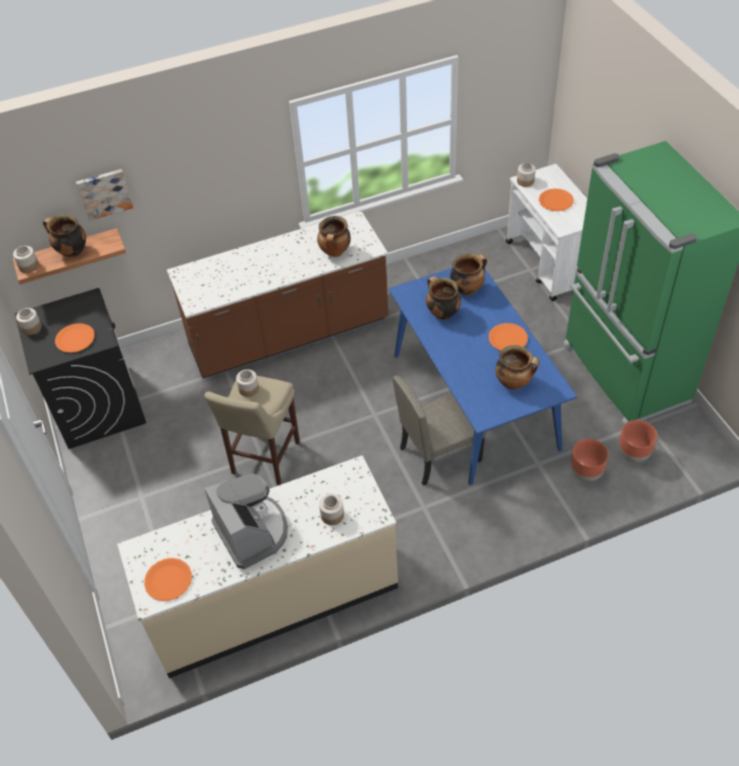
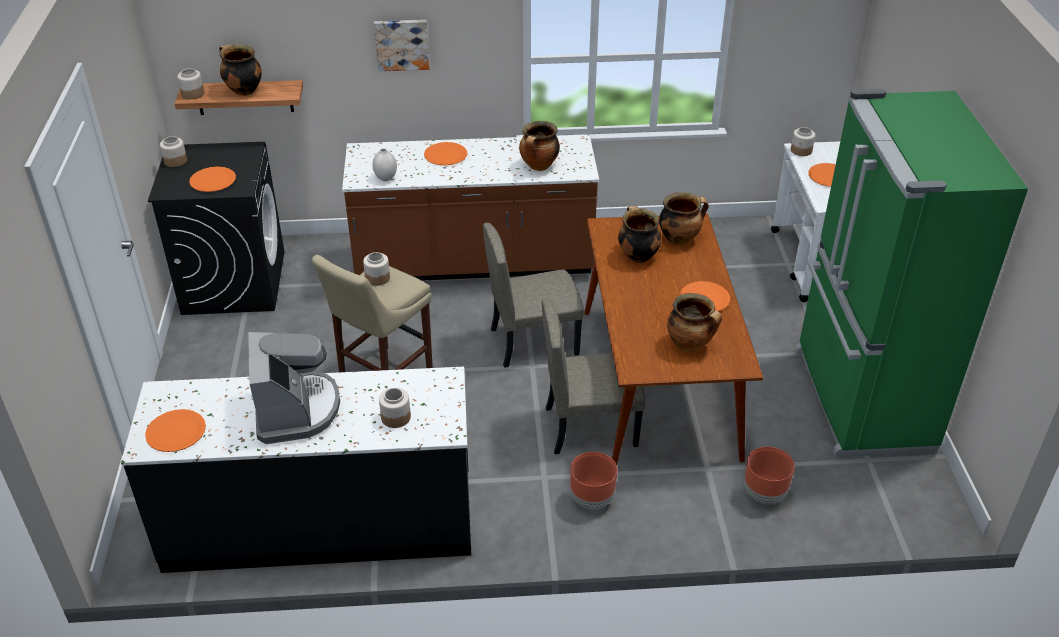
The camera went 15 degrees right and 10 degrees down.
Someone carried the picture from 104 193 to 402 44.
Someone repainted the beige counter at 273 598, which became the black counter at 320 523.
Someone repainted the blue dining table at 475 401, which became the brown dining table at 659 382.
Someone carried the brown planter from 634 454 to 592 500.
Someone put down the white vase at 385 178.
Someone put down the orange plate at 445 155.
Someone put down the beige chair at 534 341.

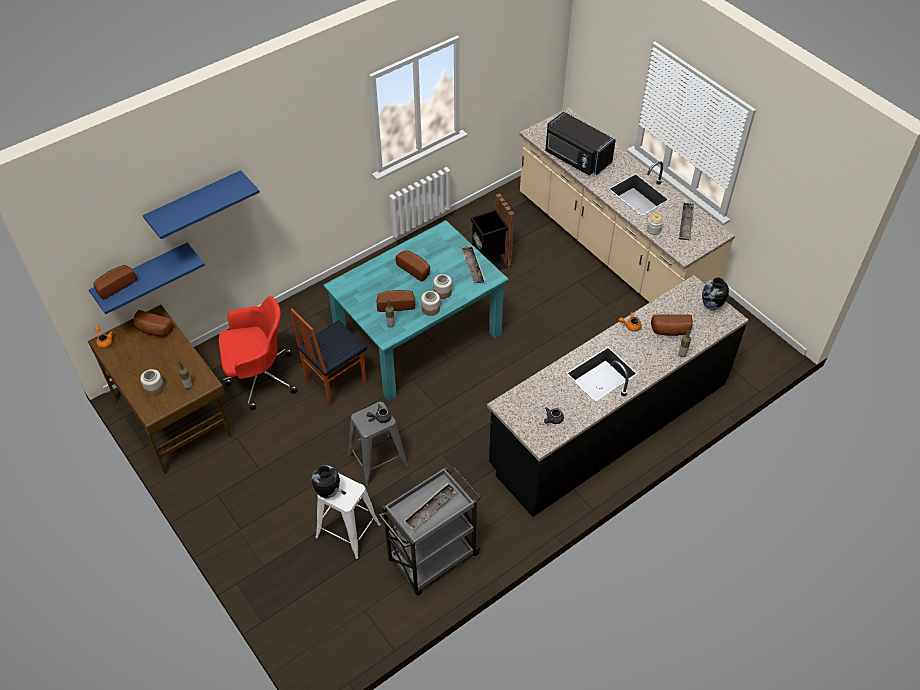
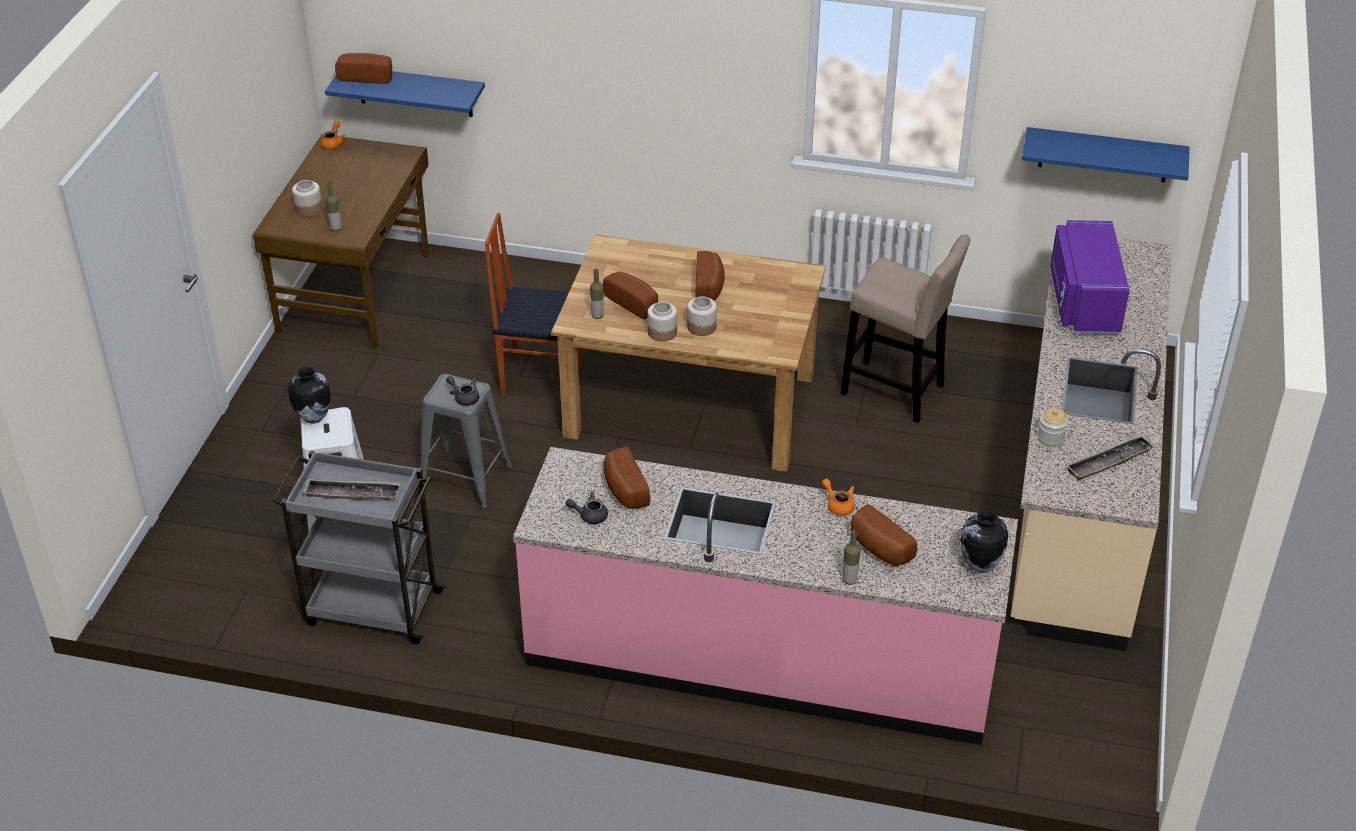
The camera went 50 degrees right and 10 degrees down.
Someone carried the bread from 153 330 to 623 490.
Someone carried the blue shelf from 195 203 to 1104 155.
Someone took away the red office chair at 259 377.
Someone repainted the turquoise dining table at 418 338, which became the brown dining table at 689 405.
Someone took away the tray at 473 266.
Someone swapped the black trash can at 490 261 for the beige stool at 897 393.
Someone repainted the black counter at 609 424, which became the pink counter at 761 657.
Someone repainted the black microwave at 576 158, which became the purple microwave at 1082 300.

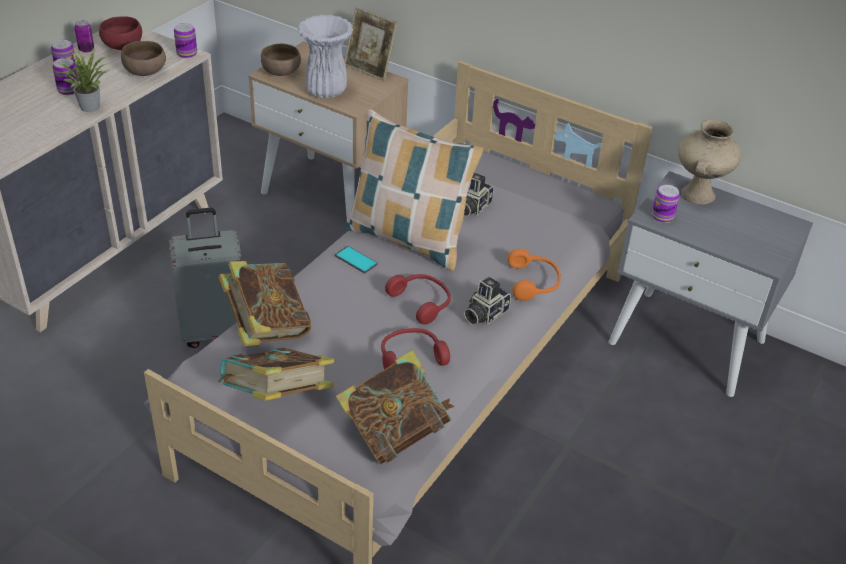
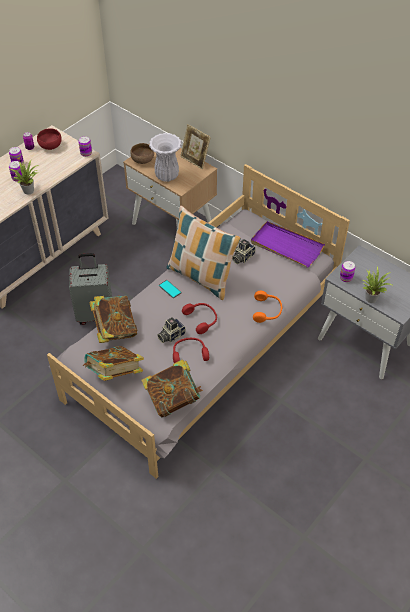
The camera went 10 degrees right and 10 degrees up.
Someone took away the brown bowl at 146 72.
Someone carried the photo camera from 484 314 to 170 335.
Someone took away the beige vase at 698 195.
Someone put down the purple tray at 286 246.
Someone put down the potted plant at 371 297.

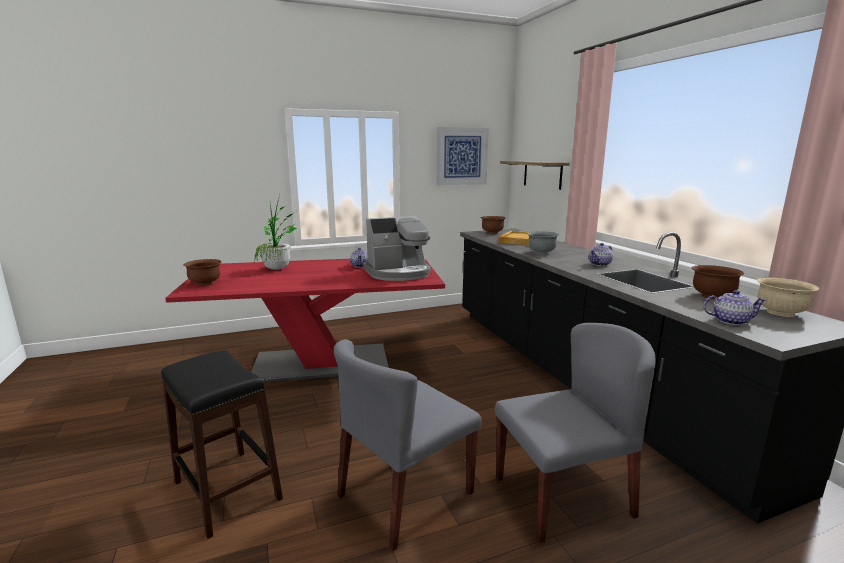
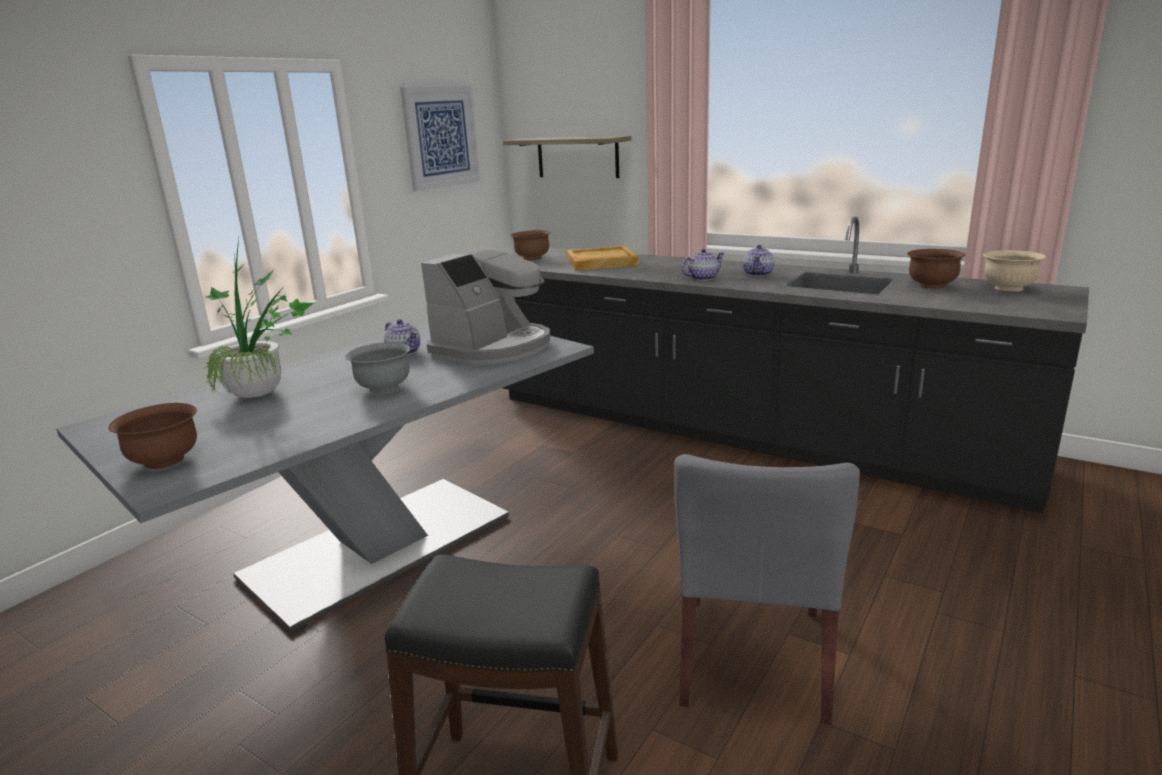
The camera went 35 degrees left and 5 degrees up.
Someone repainted the red dining table at 321 363, which became the grey dining table at 379 547.
Someone took away the grey chair at 563 495.
Someone carried the grey bowl from 541 253 to 383 388.
Someone carried the teapot from 730 321 to 702 278.

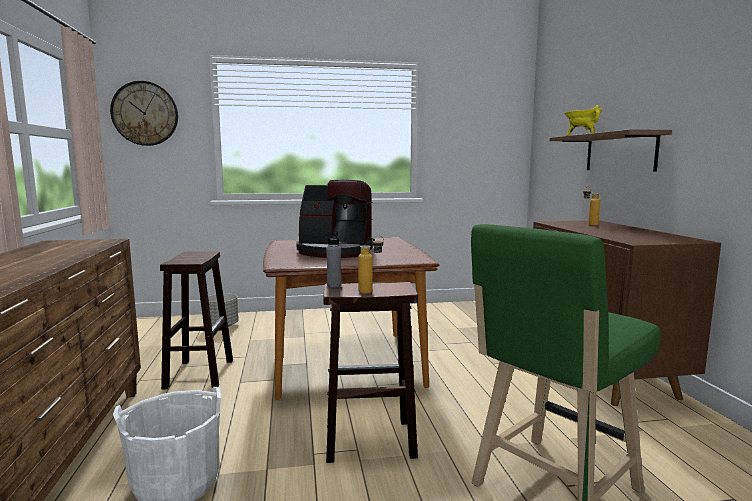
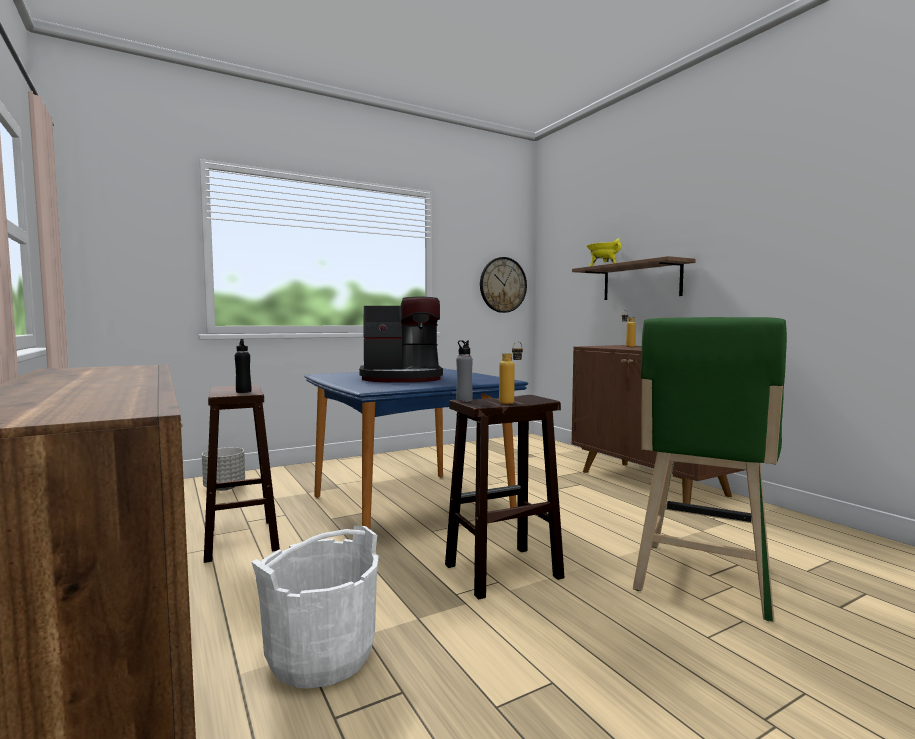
The camera went 20 degrees left and 5 degrees down.
Someone carried the wall clock from 145 113 to 503 285.
Someone repainted the brown dining table at 345 362, which became the blue dining table at 410 506.
Someone put down the black bottle at 243 392.

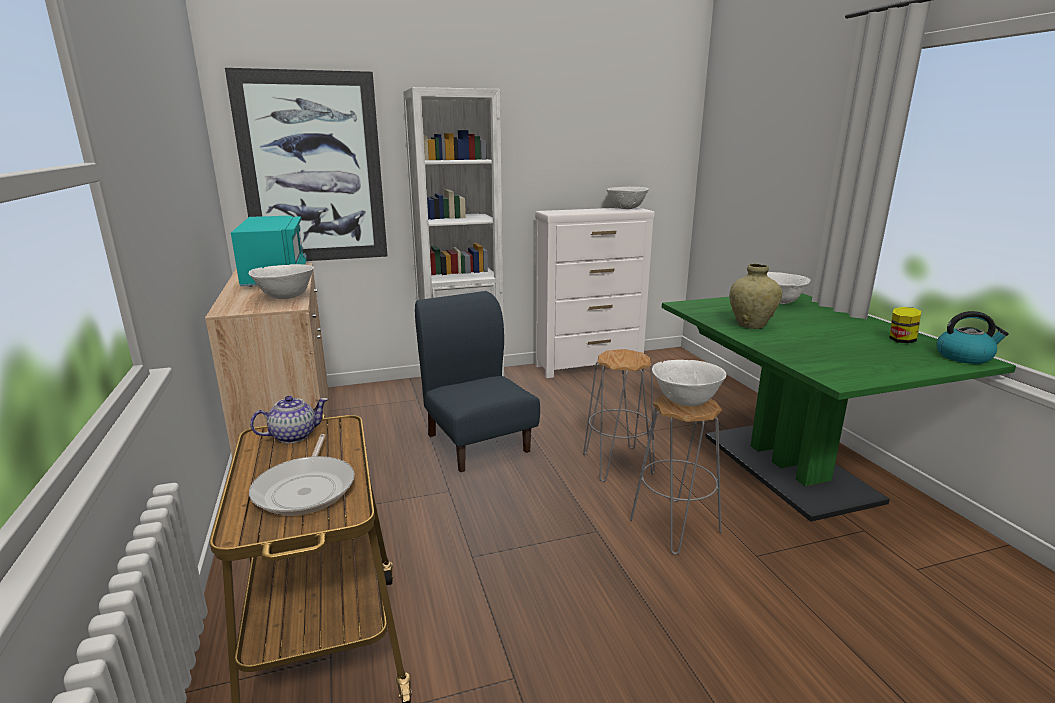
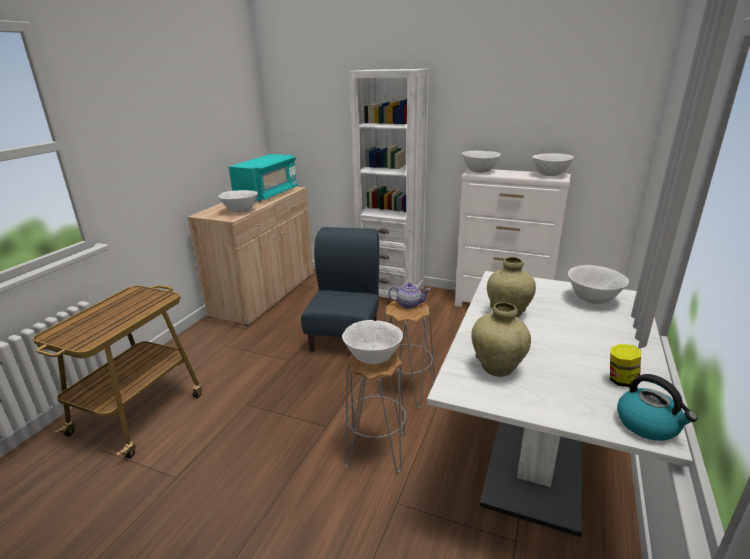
The camera went 40 degrees right and 5 degrees up.
Someone took away the picture at 312 169.
Someone took away the frying pan at 307 488.
Someone carried the teapot from 294 436 to 409 304.
Someone repainted the green dining table at 788 467, which became the white dining table at 536 457.
Someone put down the white bowl at 479 172.
Someone put down the beige vase at 497 368.

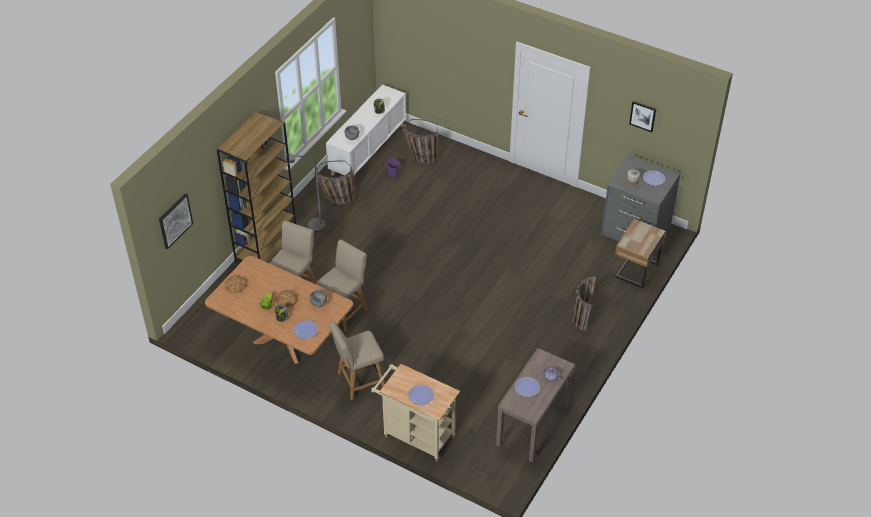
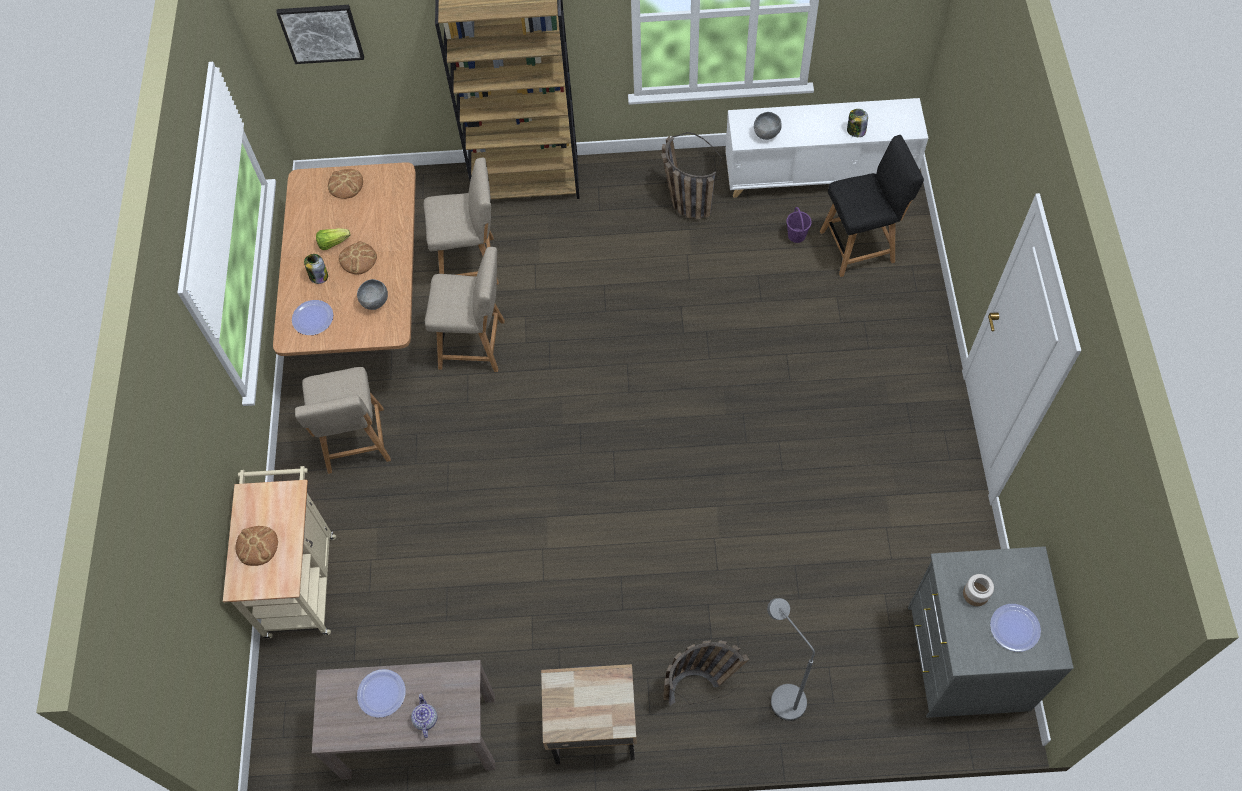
The camera went 60 degrees right and 15 degrees up.
Someone carried the grey floor lamp from 311 226 to 781 694.
Someone rotated the beige chair at 359 381 by 135 degrees counterclockwise.
Someone swapped the basket at 419 157 for the black chair at 861 245.
Someone swapped the plate at 421 395 for the bread at 257 546.
Someone carried the beige nightstand from 635 271 to 593 728.
Someone took away the picture at 643 116.

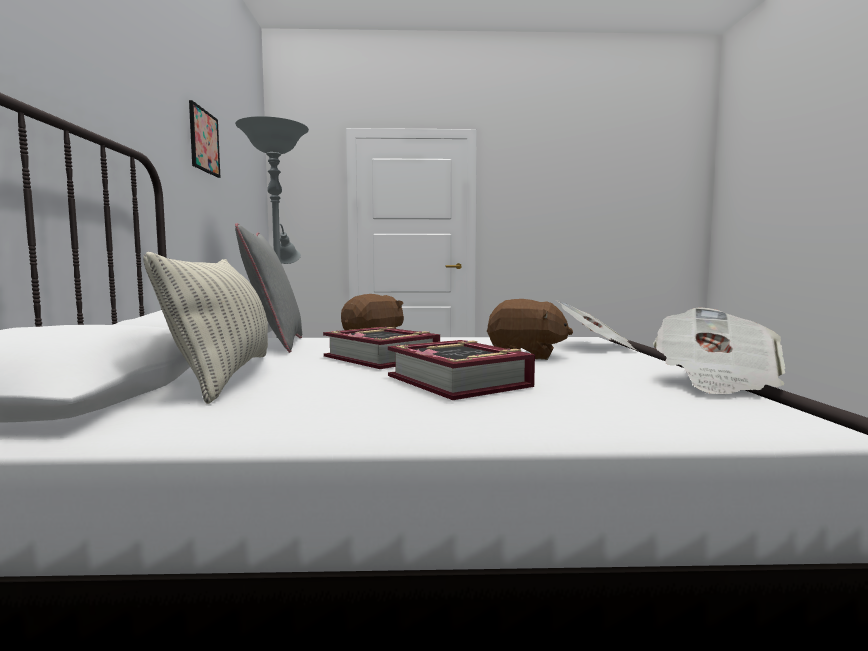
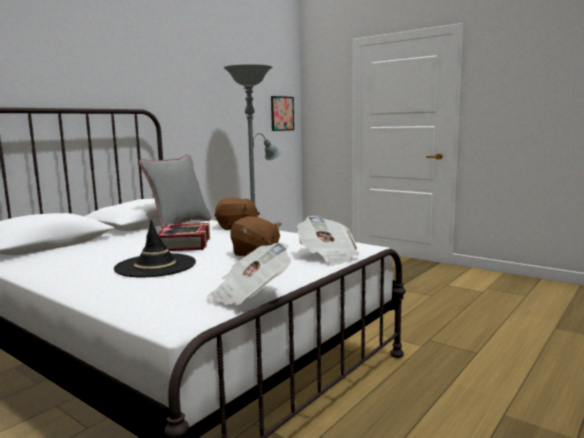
The camera went 40 degrees right and 5 degrees up.
Someone took away the pillow at 224 375.
Someone carried the picture from 204 141 to 282 113.
Someone swapped the book at 458 381 for the black hat at 156 266.

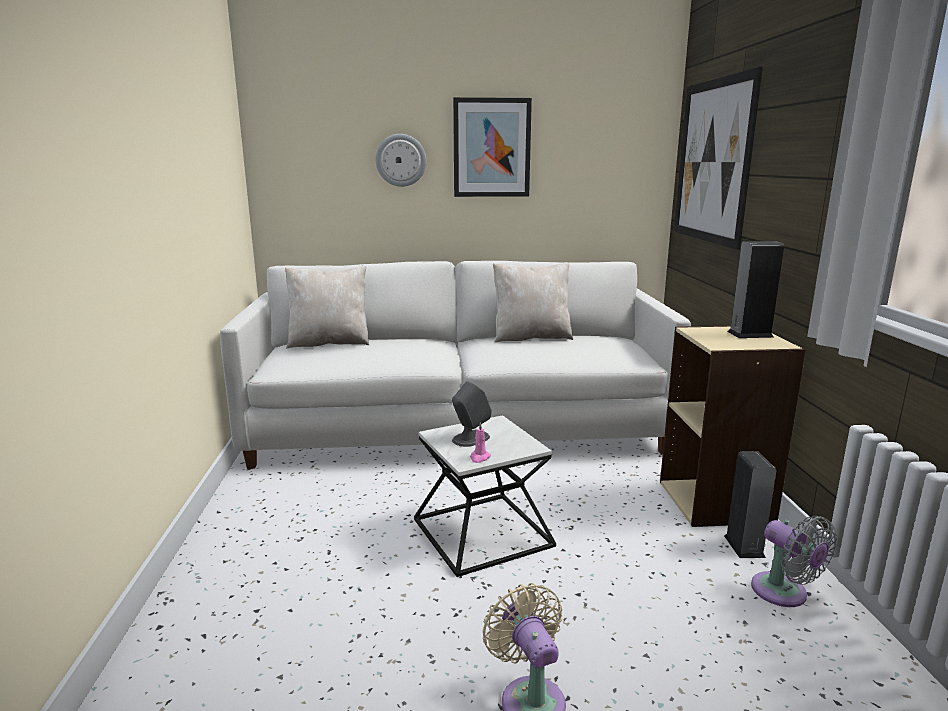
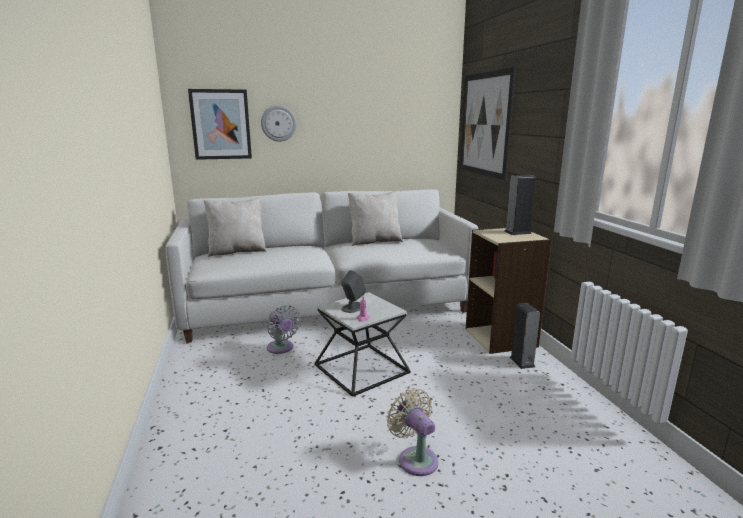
The camera went 10 degrees left and 0 degrees up.
Someone carried the picture from 491 148 to 221 124.
Someone carried the grey fan from 784 593 to 281 348.

